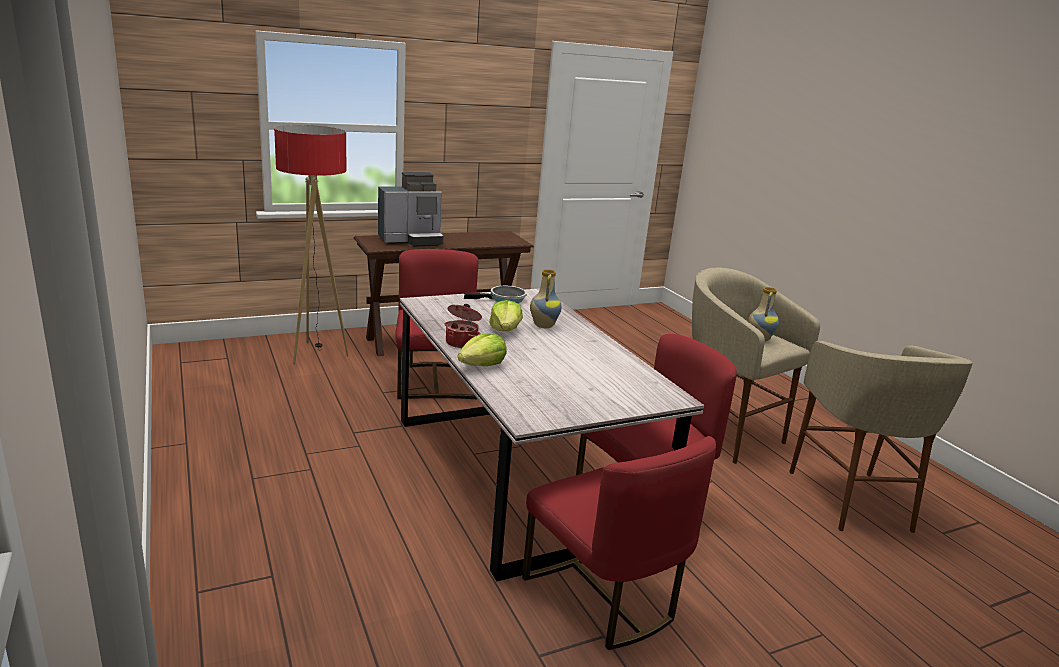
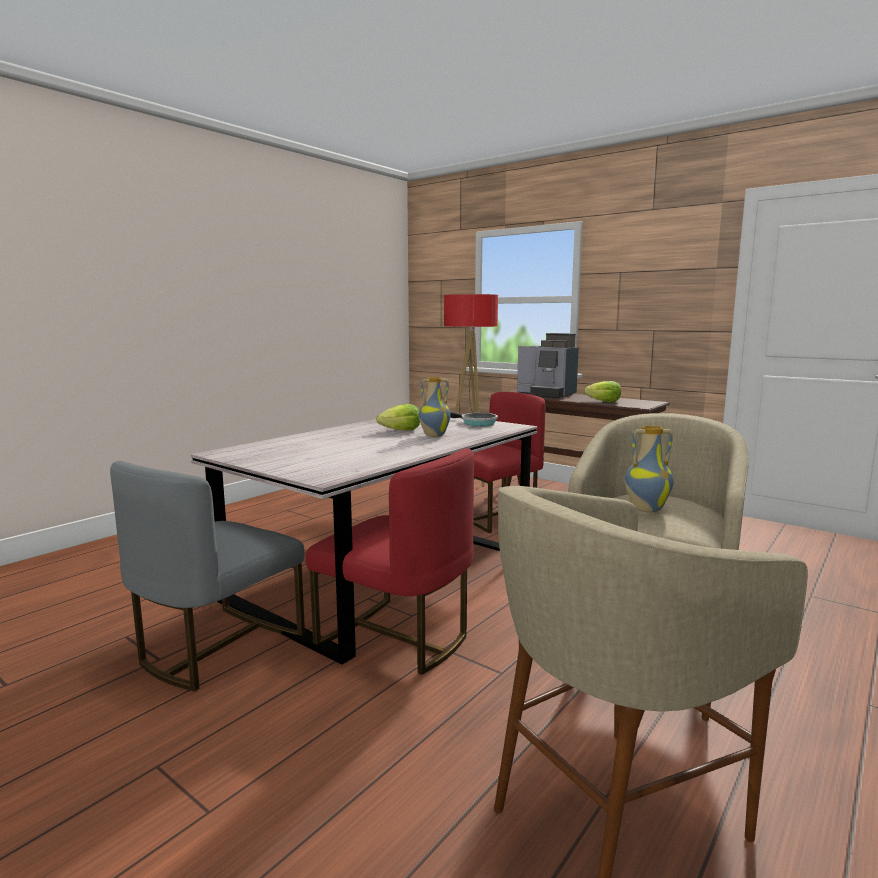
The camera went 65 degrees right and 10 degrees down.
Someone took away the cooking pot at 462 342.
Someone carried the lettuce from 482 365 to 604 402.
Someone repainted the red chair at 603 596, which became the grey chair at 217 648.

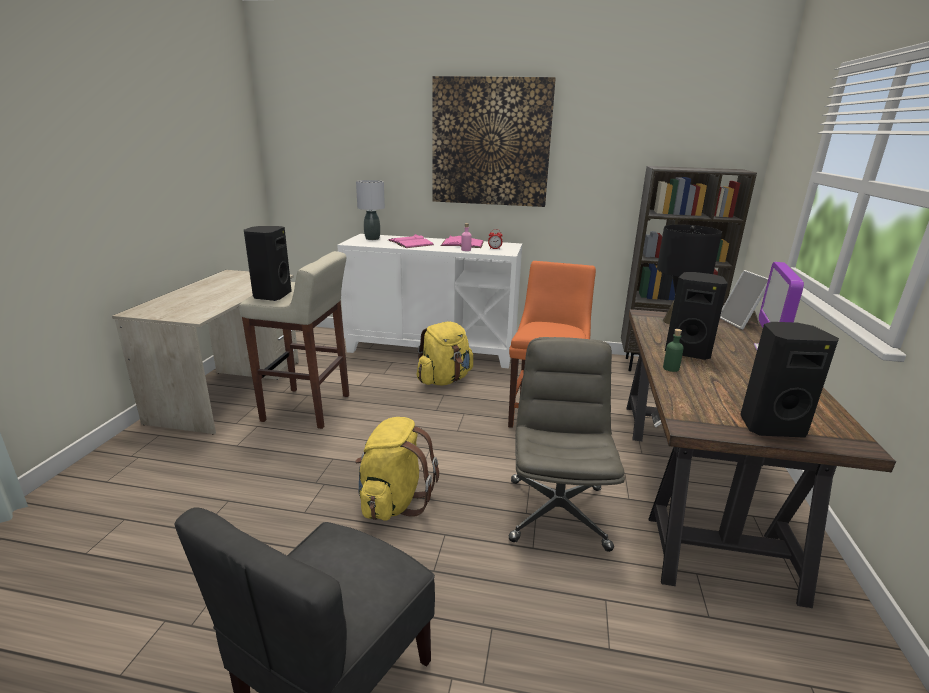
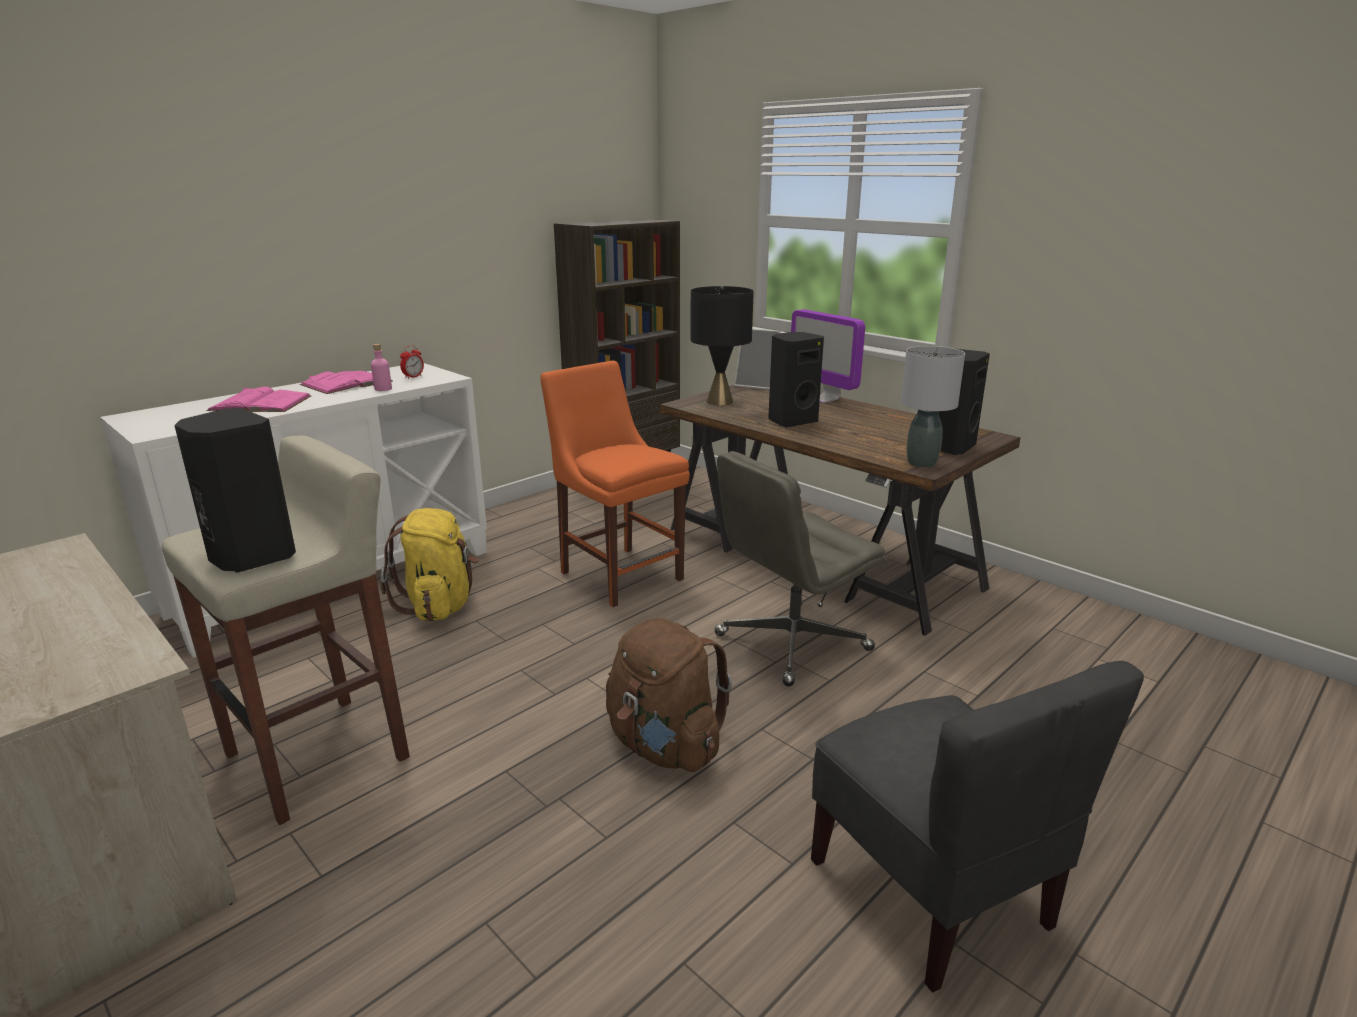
The camera went 55 degrees left and 0 degrees up.
Someone repainted the yellow backpack at 393 501, which became the brown backpack at 664 746.
Someone carried the grey table lamp from 372 238 to 921 463.
Someone took away the picture at 490 143.
Someone rotated the grey office chair at 557 512 by 75 degrees counterclockwise.
Someone took away the green bottle at 671 368.

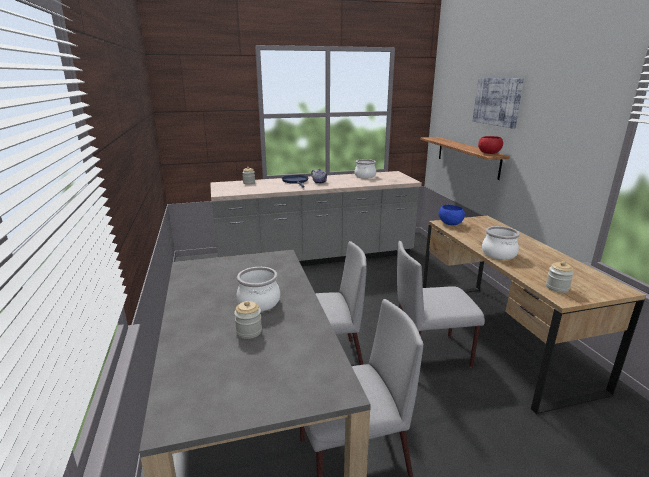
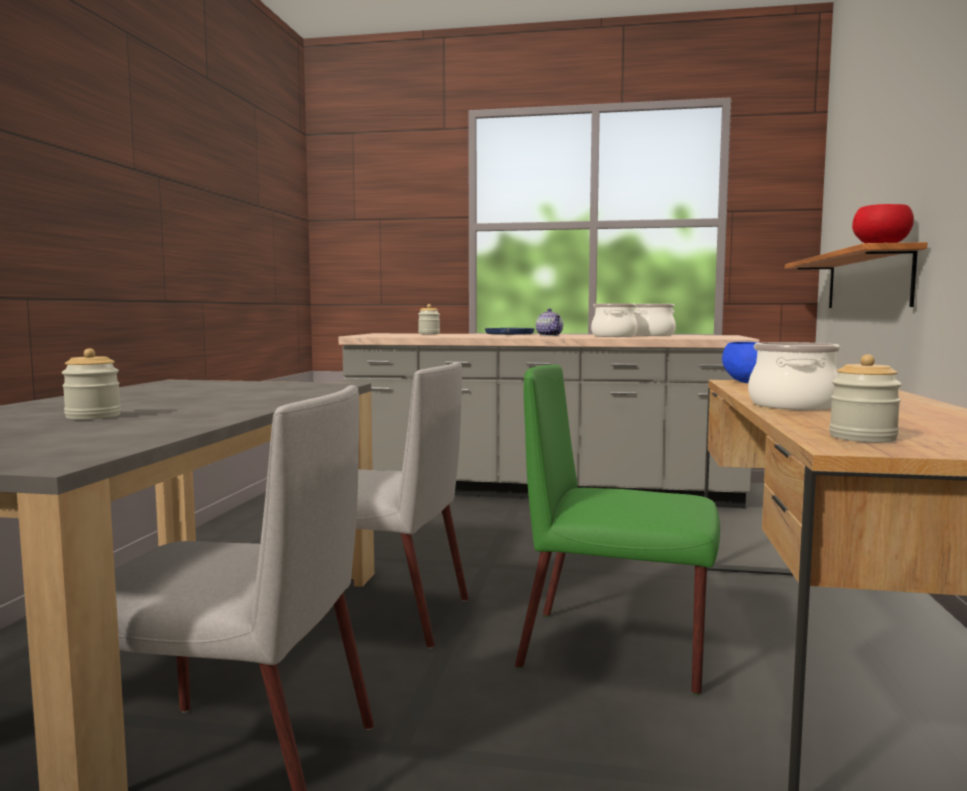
The camera went 25 degrees right and 15 degrees down.
Someone carried the cooking pot from 259 302 to 614 336.
Someone repainted the grey chair at 430 353, which became the green chair at 617 650.
Someone took away the picture at 497 101.

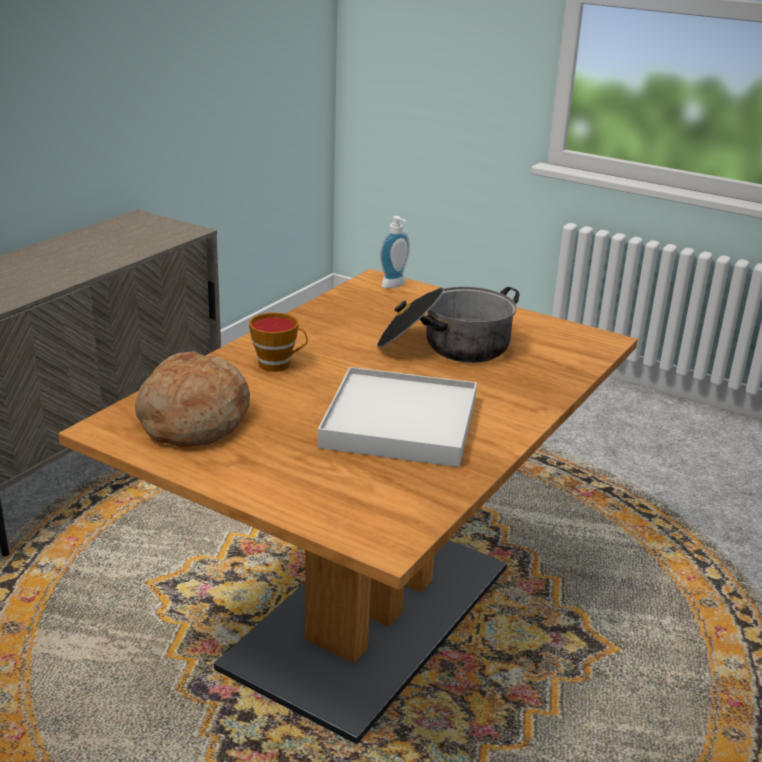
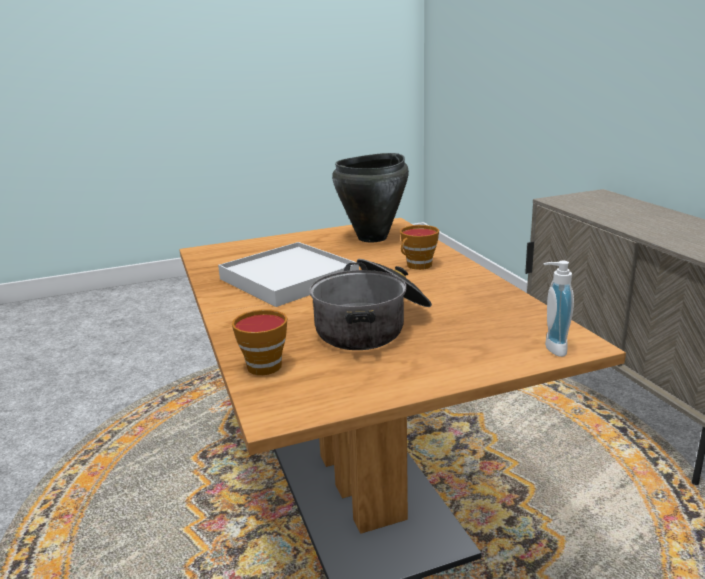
The camera went 130 degrees right and 5 degrees down.
Someone swapped the bread at 193 420 for the black cooking pot at 373 238.
Someone put down the cup at 264 364.

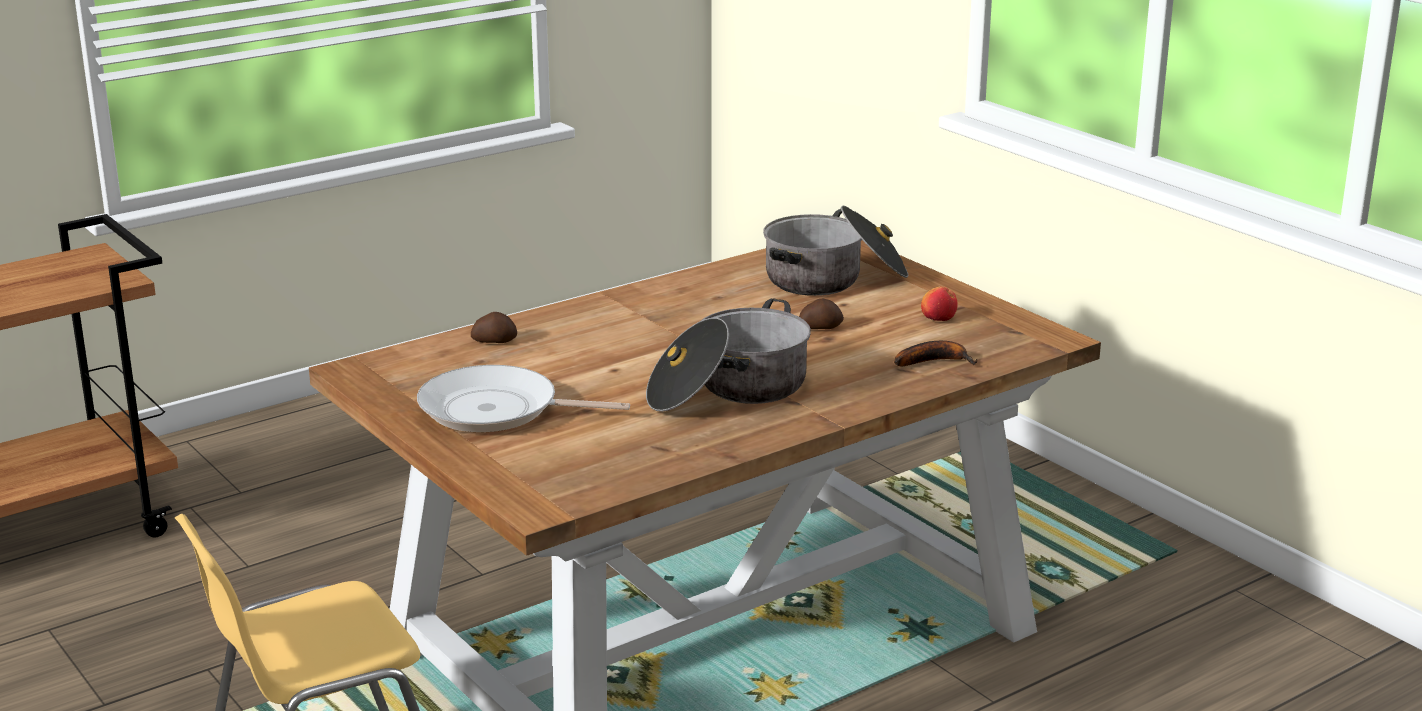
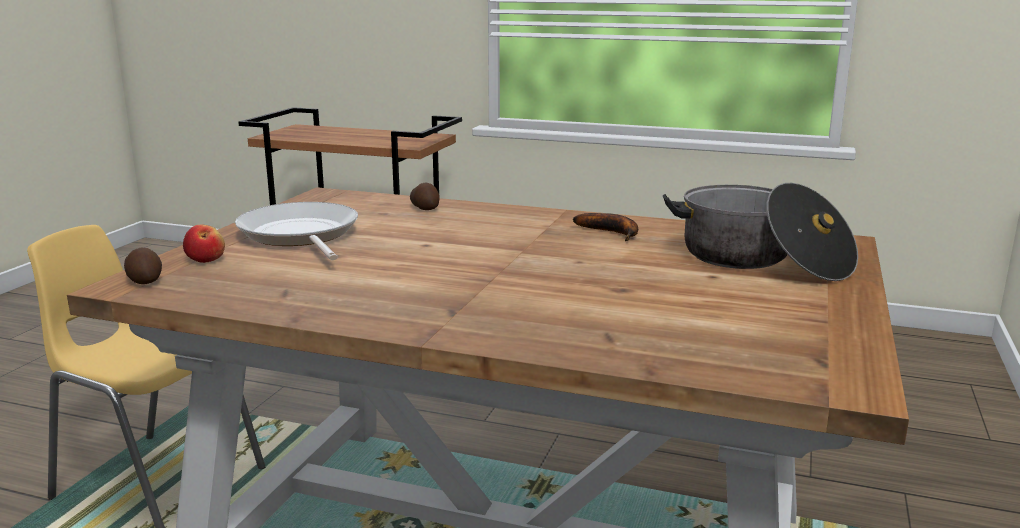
The camera went 55 degrees right and 5 degrees down.
Someone took away the cooking pot at 729 390.
Someone carried the potato from 820 327 to 145 280.
Someone carried the banana from 934 361 to 612 232.
Someone carried the apple from 938 318 to 206 259.

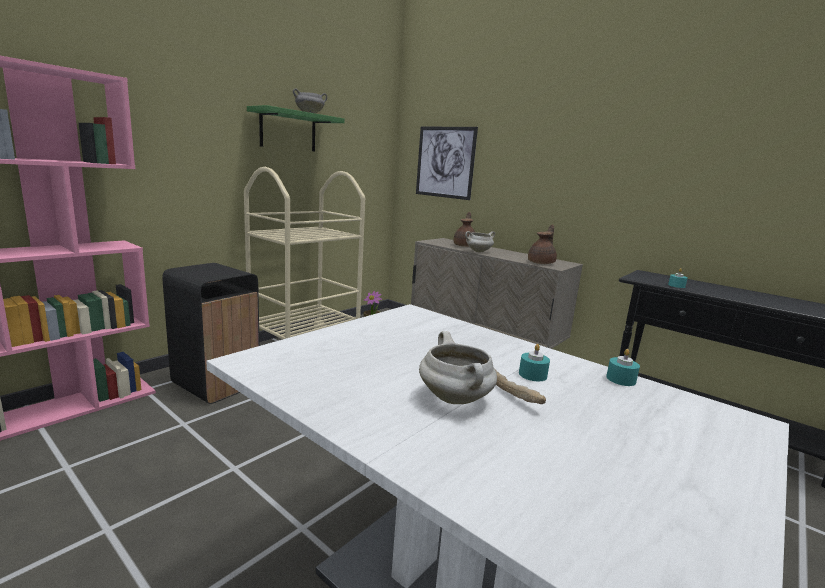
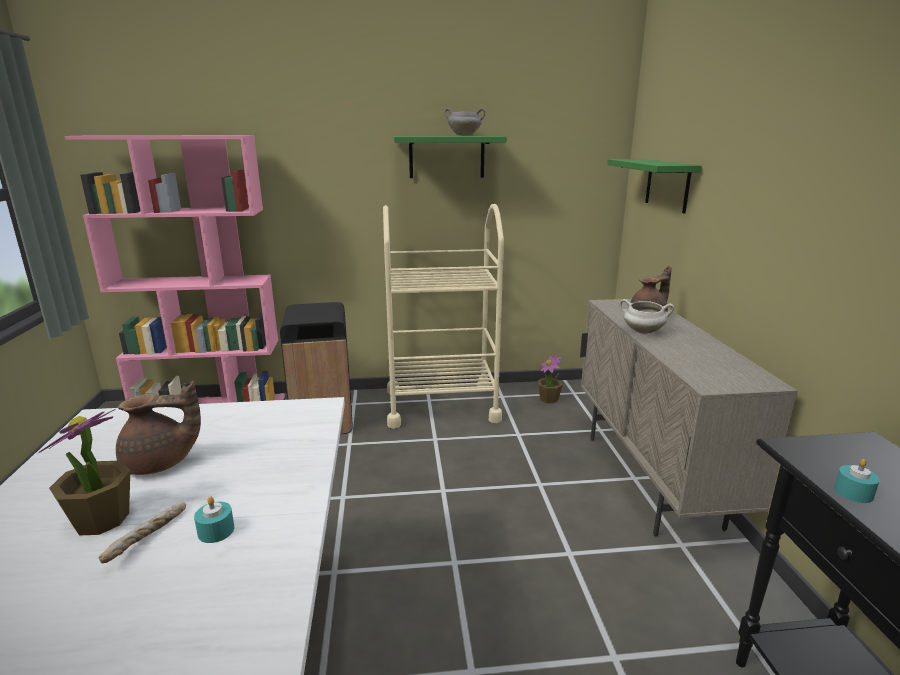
The camera went 45 degrees right and 5 degrees up.
Someone swapped the picture at 445 162 for the green shelf at 667 185.
Someone swapped the white cooking pot at 456 399 for the potted plant at 101 520.
Someone carried the brown teapot from 542 263 to 160 464.
Someone took away the turquoise candle at 621 379.

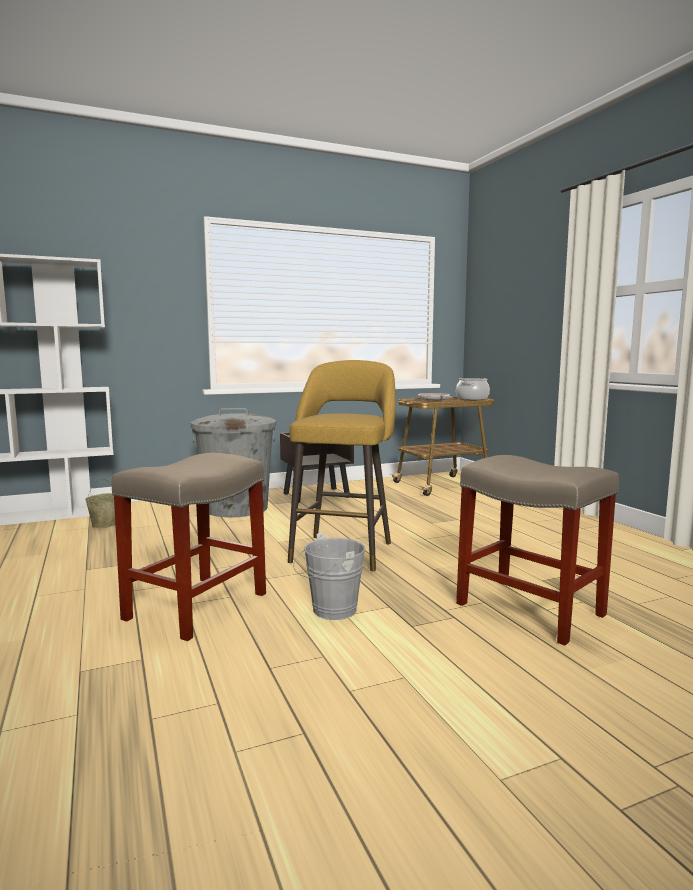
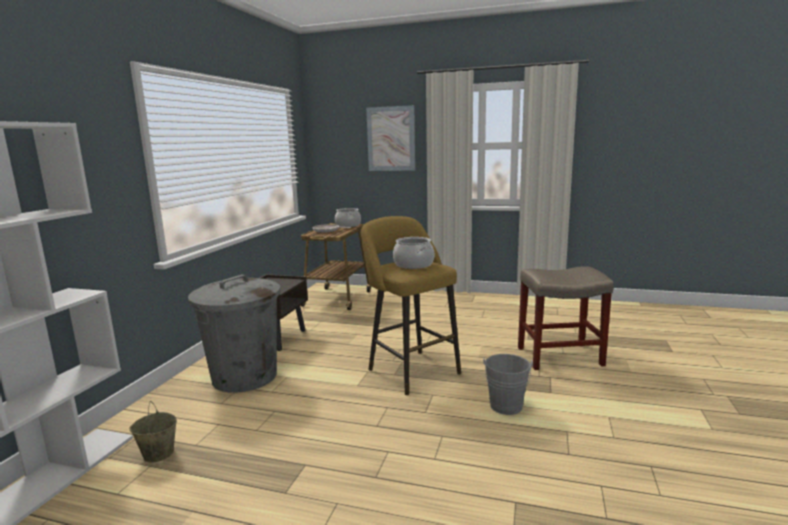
The camera went 50 degrees left and 5 degrees up.
Someone took away the beige stool at 198 605.
Someone put up the picture at 391 139.
Someone put down the cooking pot at 414 264.

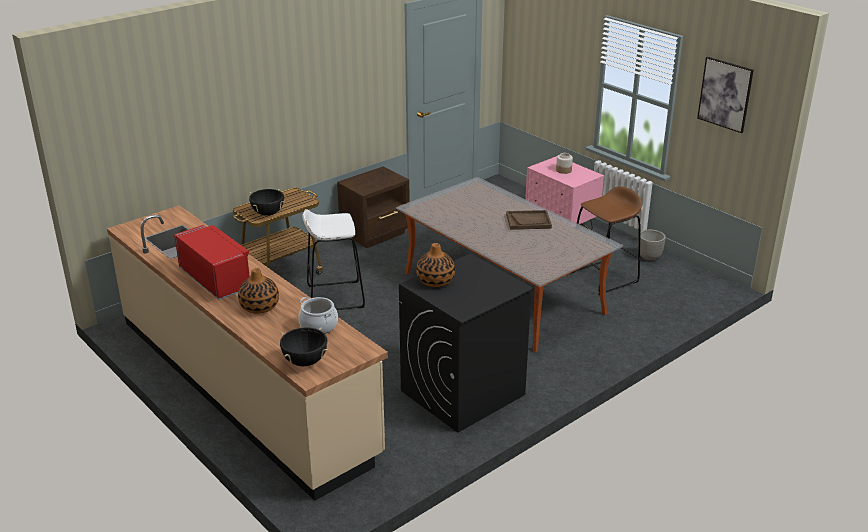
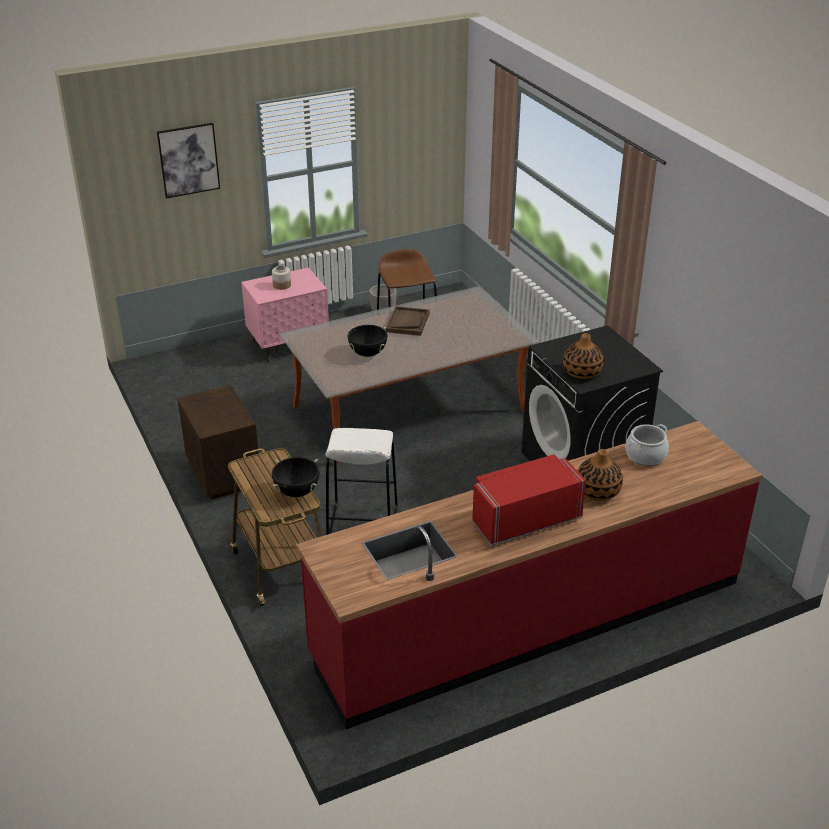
The camera went 75 degrees left and 5 degrees up.
Someone repainted the beige counter at 244 385, which became the red counter at 529 618.
Someone carried the black cooking pot from 305 362 to 367 353.
Someone carried the picture from 725 94 to 188 160.

